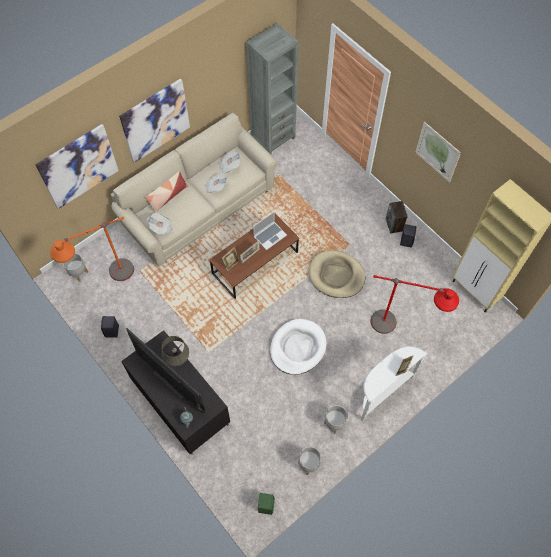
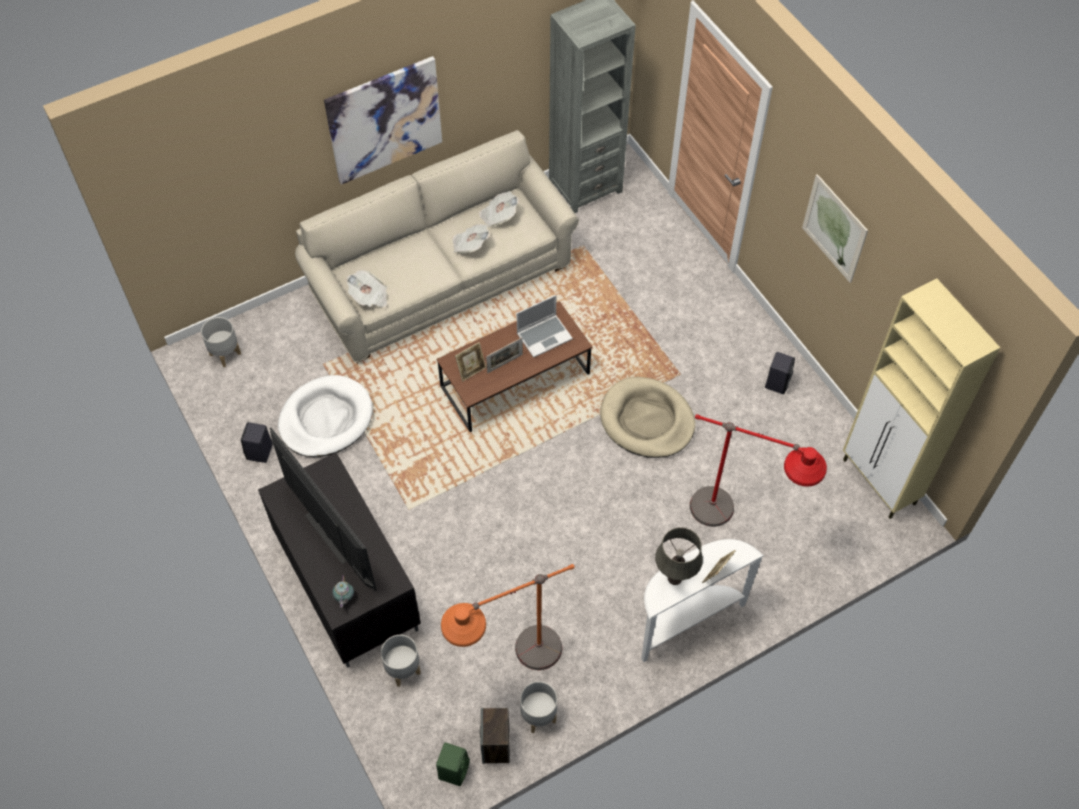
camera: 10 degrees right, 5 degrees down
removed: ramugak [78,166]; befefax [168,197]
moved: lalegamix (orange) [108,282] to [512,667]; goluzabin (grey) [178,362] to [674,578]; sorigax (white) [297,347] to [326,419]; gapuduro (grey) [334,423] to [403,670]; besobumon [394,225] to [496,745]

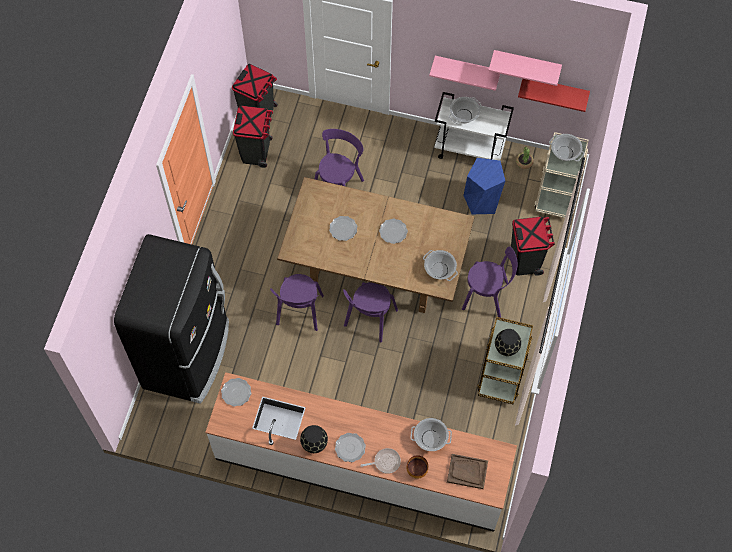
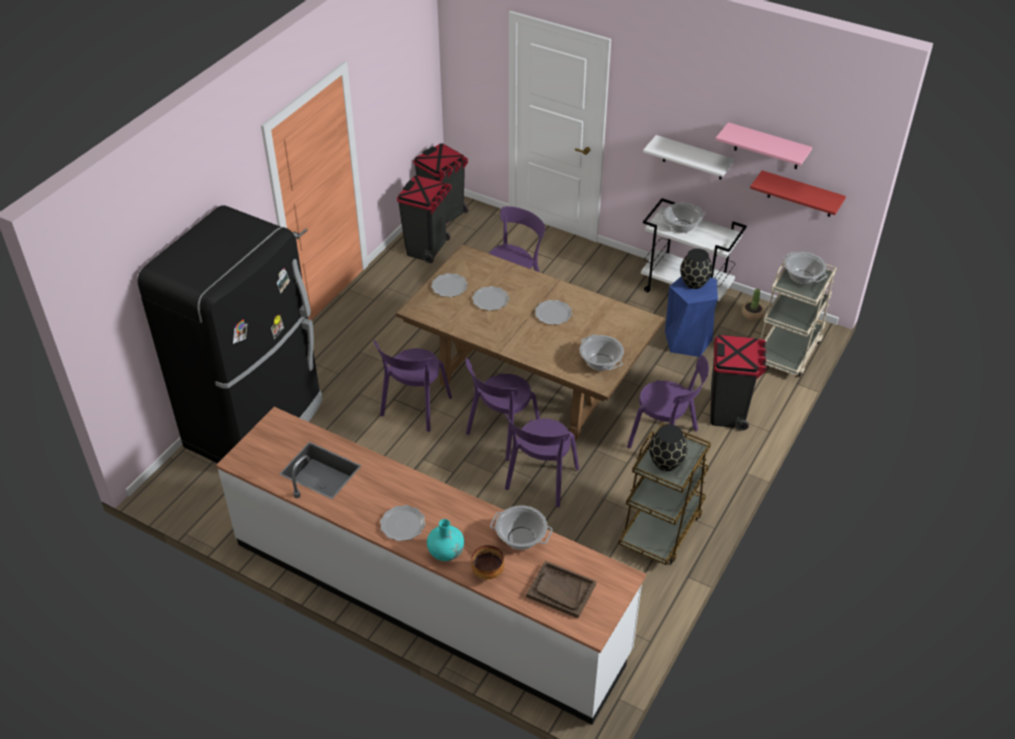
camera: 15 degrees right, 20 degrees down
added: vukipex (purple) [540,481]
moved: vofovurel [236,392] to [449,287]; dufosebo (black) [314,443] to [694,282]
replaced: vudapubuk [385,462] to dufosebo (turquoise) [446,552]
recoloured: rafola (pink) [467,69] to rafola (white) [693,158]

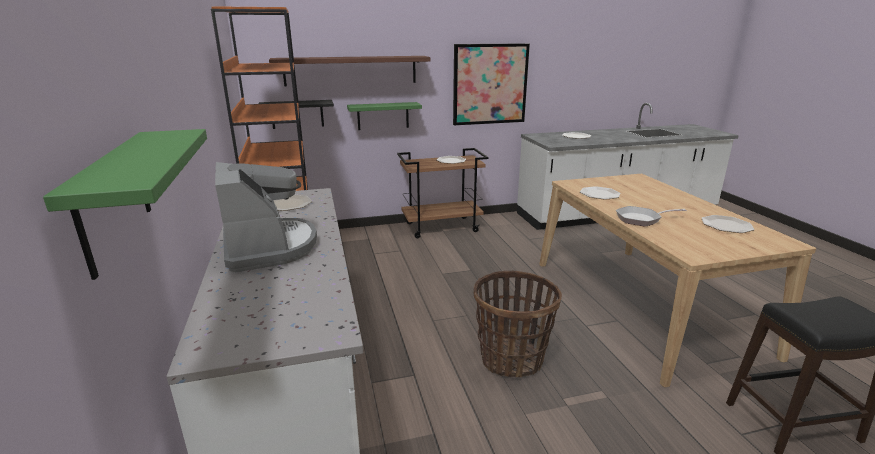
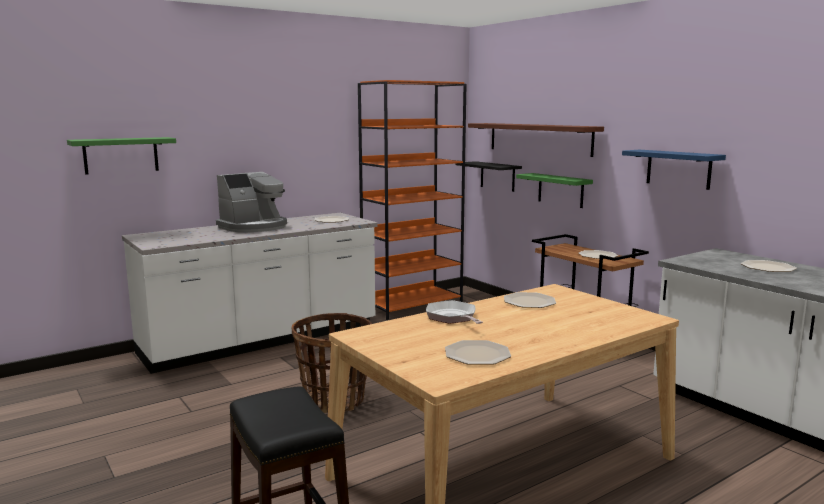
camera: 70 degrees right, 10 degrees down
replaced: ramugak [490,84] to rafola (blue) [678,169]

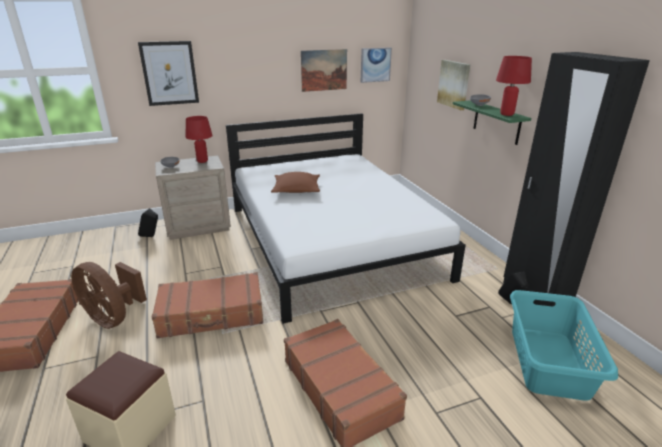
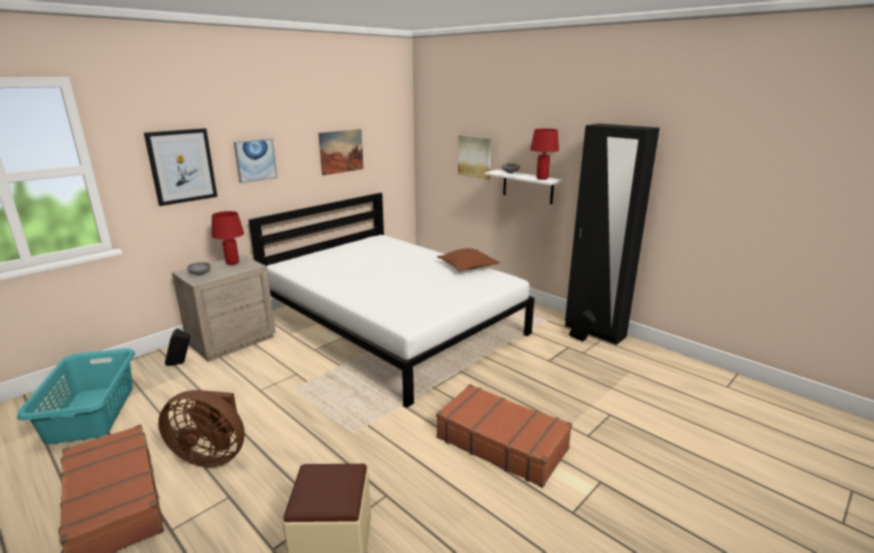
camera: 25 degrees left, 5 degrees down
removed: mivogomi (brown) [212,314]
moved: befefax (brown) [296,190] to [467,266]; ramugak [375,65] to [255,160]; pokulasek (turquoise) [547,361] to [90,413]
recoloured: rafola (green) [496,122] to rafola (white) [527,186]

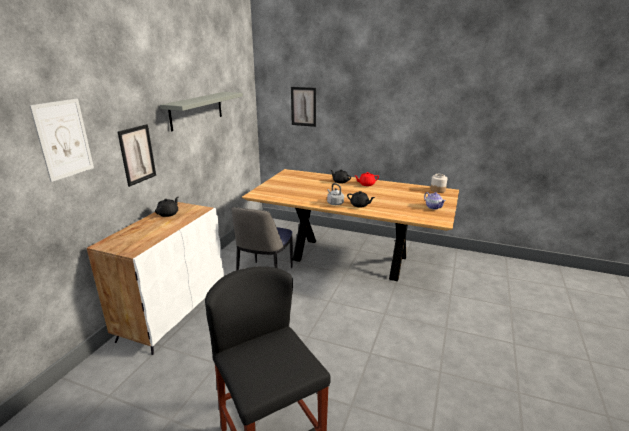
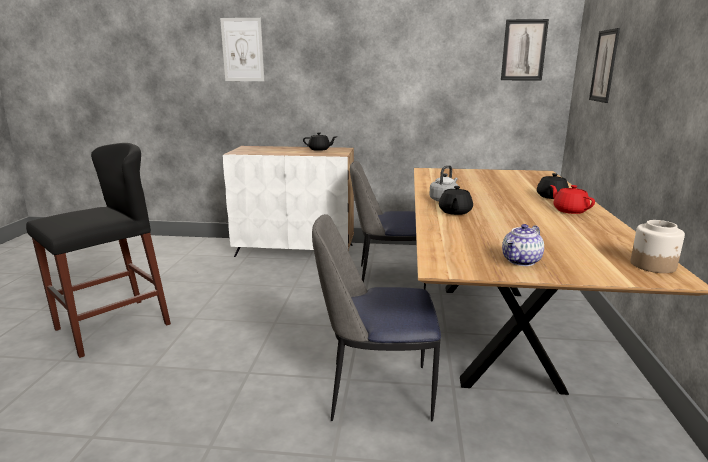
camera: 75 degrees right, 5 degrees down
removed: rafola (grey) [196,110]
added: vukipex [375,390]
moved: ramugak [137,155] to [524,50]

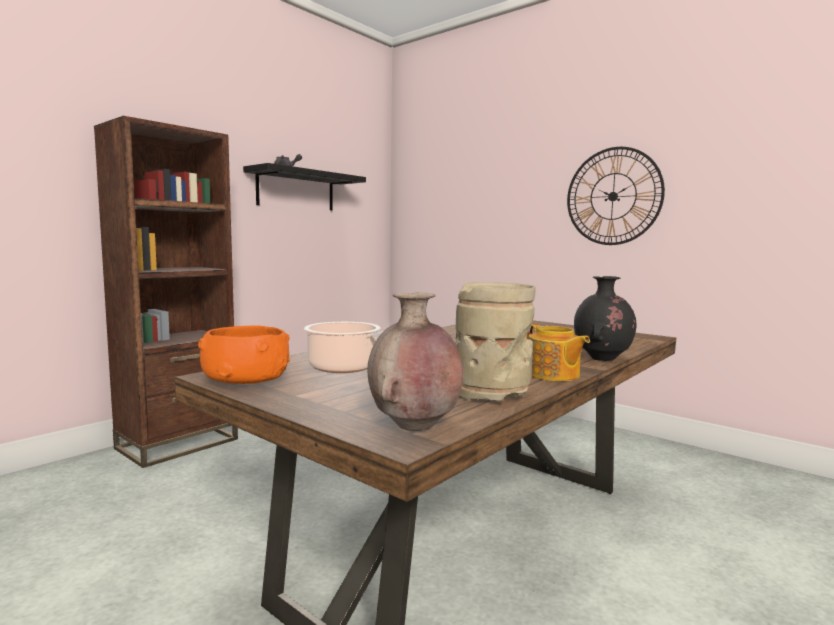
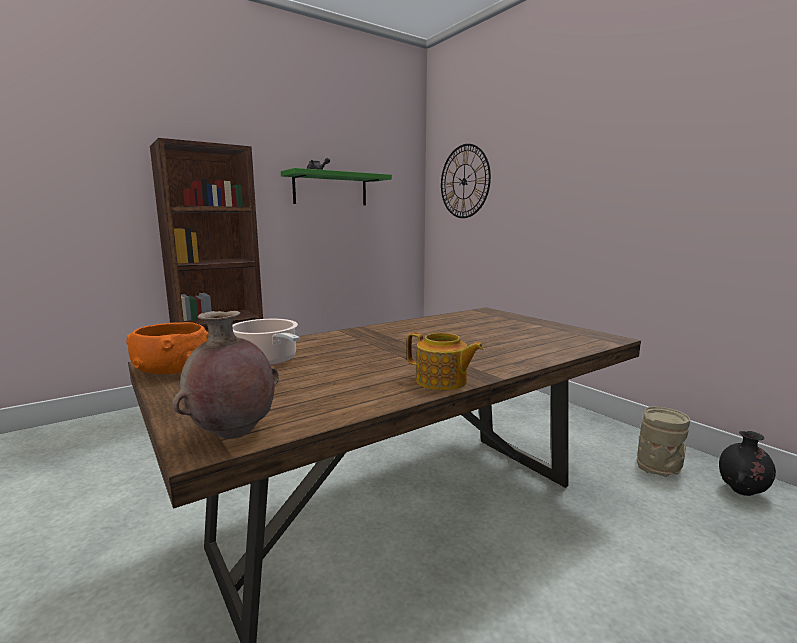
camera: 15 degrees right, 5 degrees up
moved: dufosebo (beige) [493,393] to [659,467]; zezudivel [613,196] to [464,181]; dufosebo (black) [602,359] to [742,492]
recoloured: rafola (black) [296,190] to rafola (green) [330,189]
turned: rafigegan [553,375] = [442,381] 45 degrees counterclockwise

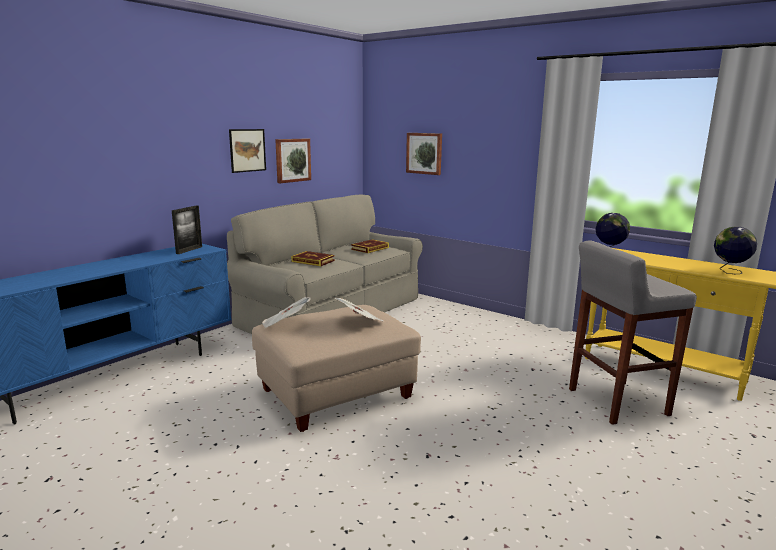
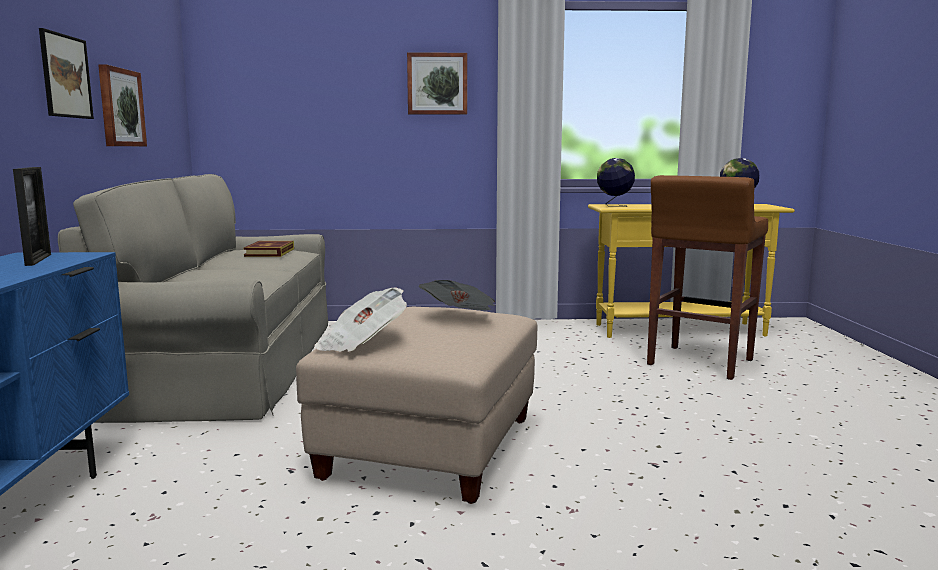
camera: 40 degrees left, 5 degrees down
removed: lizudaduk [313,261]
moved: ramugak [424,153] to [437,84]
recoloured: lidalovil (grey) [616,402] to lidalovil (brown) [699,363]

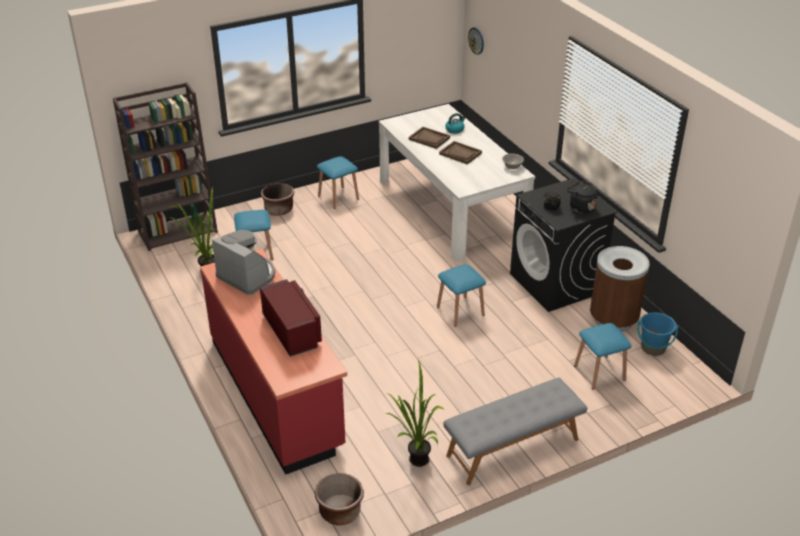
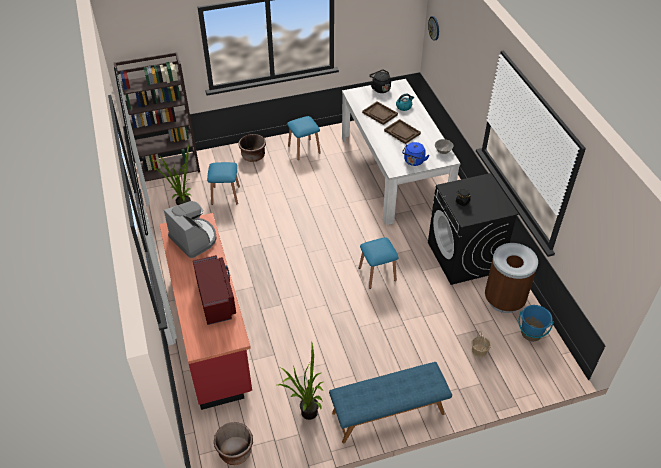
camera: 10 degrees right, 10 degrees up
added: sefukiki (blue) [413,162]
moved: sefukiki (black) [580,207] to [380,88]
replaced: lidalovil (blue) [599,372] to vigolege [479,351]
recoloured: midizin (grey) [513,448] to midizin (blue) [388,413]

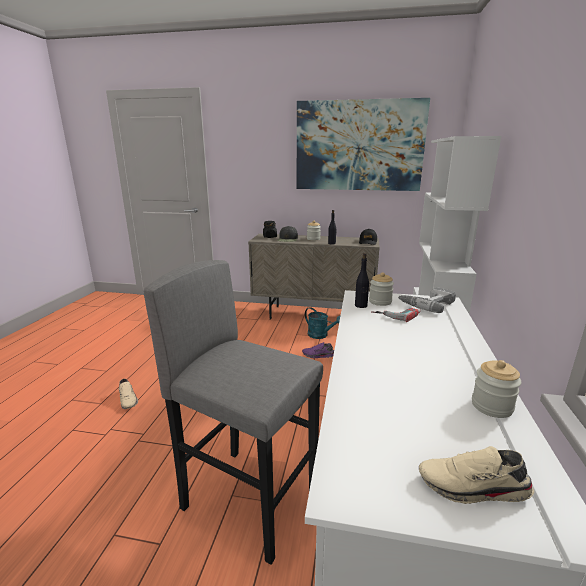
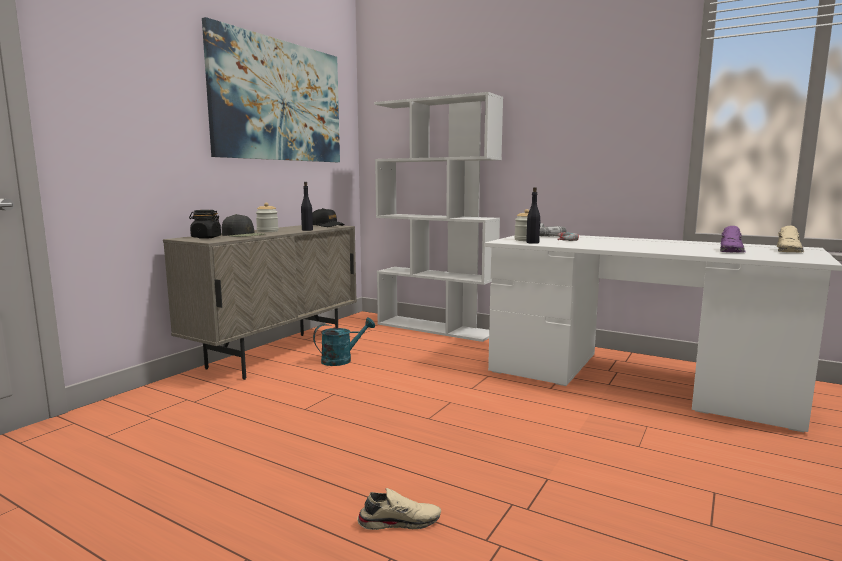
camera: 70 degrees left, 10 degrees down
removed: lidalovil (grey) [250,498]; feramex [491,406]
moved: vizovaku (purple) [318,355] to [731,251]

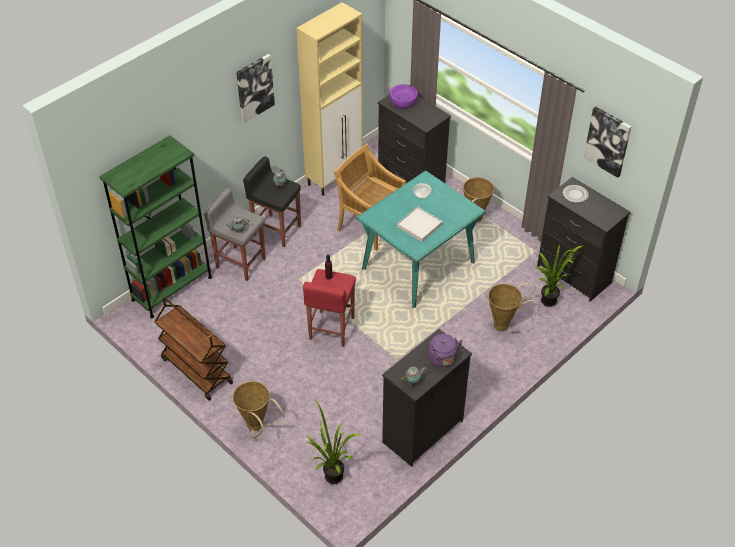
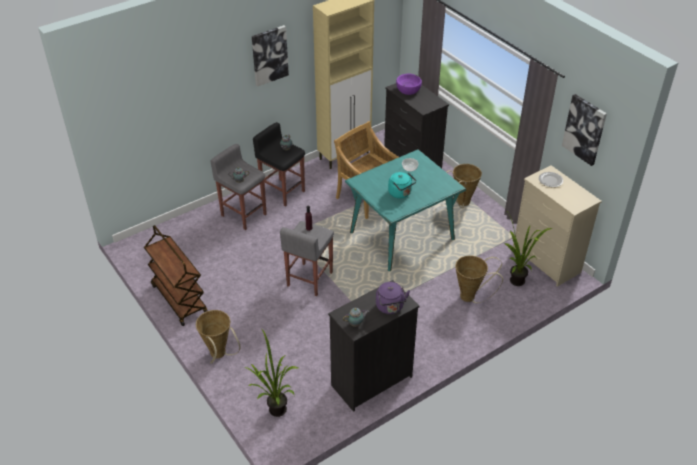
camera: 10 degrees right, 5 degrees down
removed: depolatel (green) [172,288]
replaced: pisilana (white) [419,225] to sefukiki (turquoise) [401,193]
recoloured: lidalovil (red) [331,329] to lidalovil (grey) [309,279]; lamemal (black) [574,275] to lamemal (beige) [546,261]

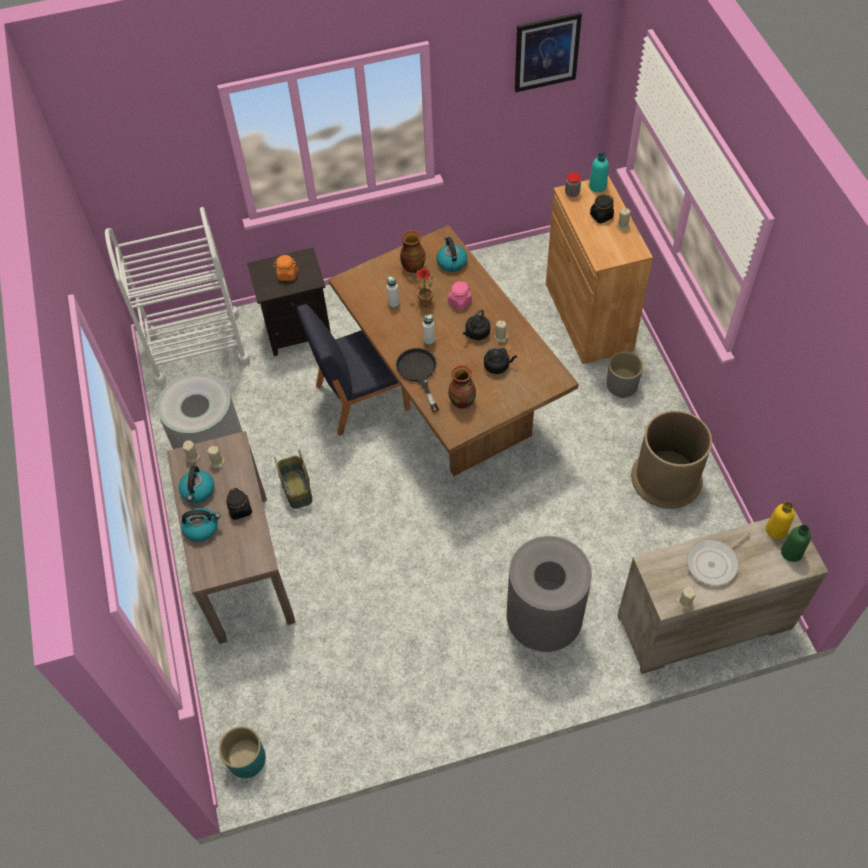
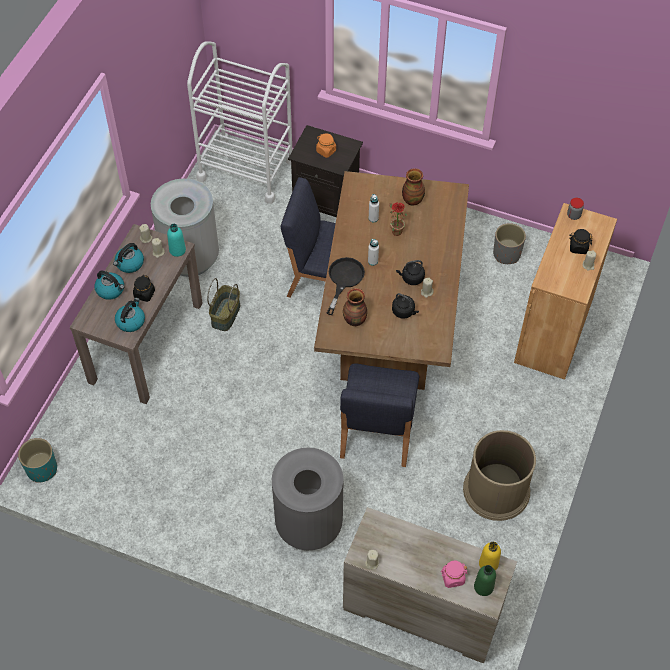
camera: 35 degrees right, 0 degrees up
removed: ramugak [546,52]; vudapubuk [714,563]
added: vukipex (blue) [377,431]
moved: sefukiki [451,262] to [131,321]; feramex (pink) [459,302] to [452,578]; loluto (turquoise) [597,186] to [177,250]; gapuduro (grey) [622,385] to [507,254]

